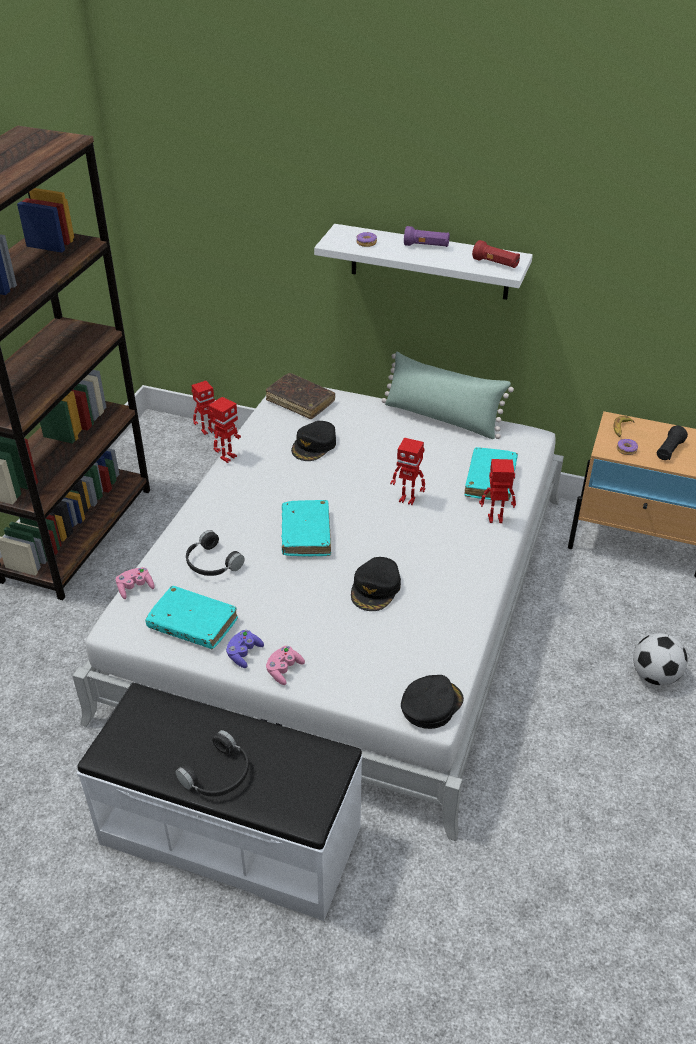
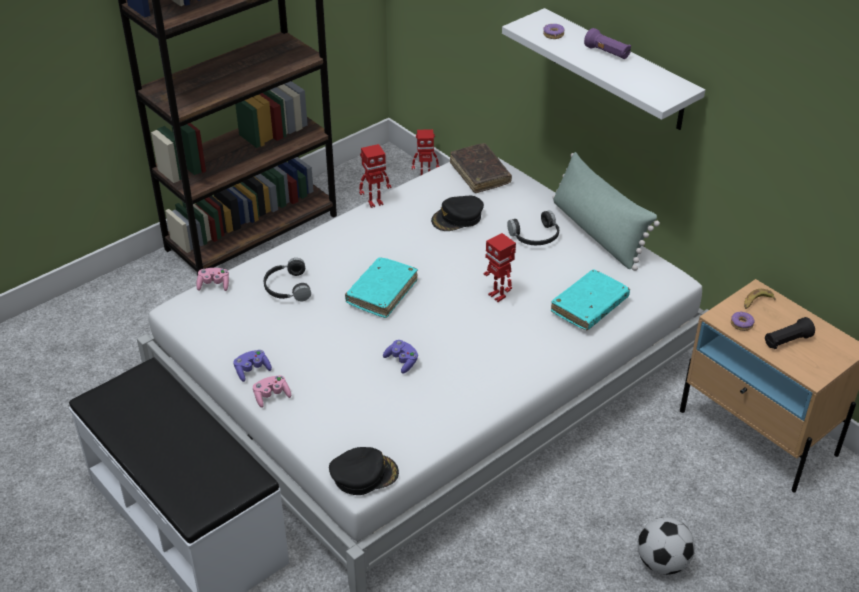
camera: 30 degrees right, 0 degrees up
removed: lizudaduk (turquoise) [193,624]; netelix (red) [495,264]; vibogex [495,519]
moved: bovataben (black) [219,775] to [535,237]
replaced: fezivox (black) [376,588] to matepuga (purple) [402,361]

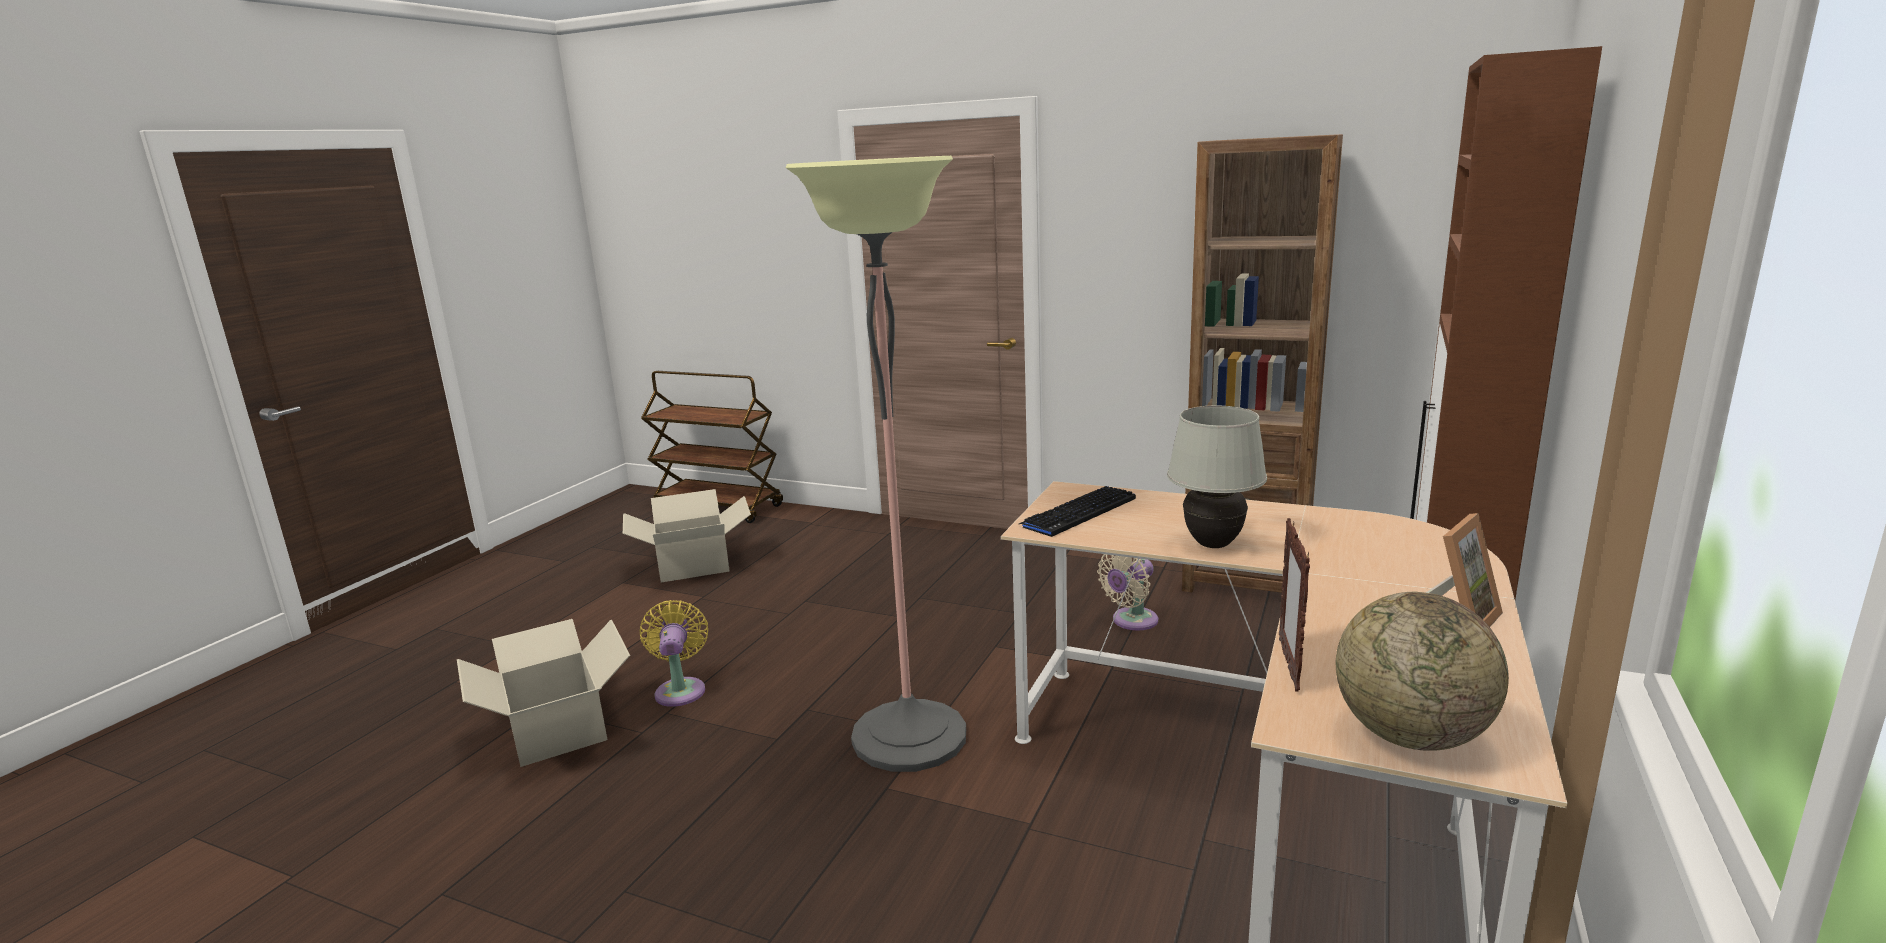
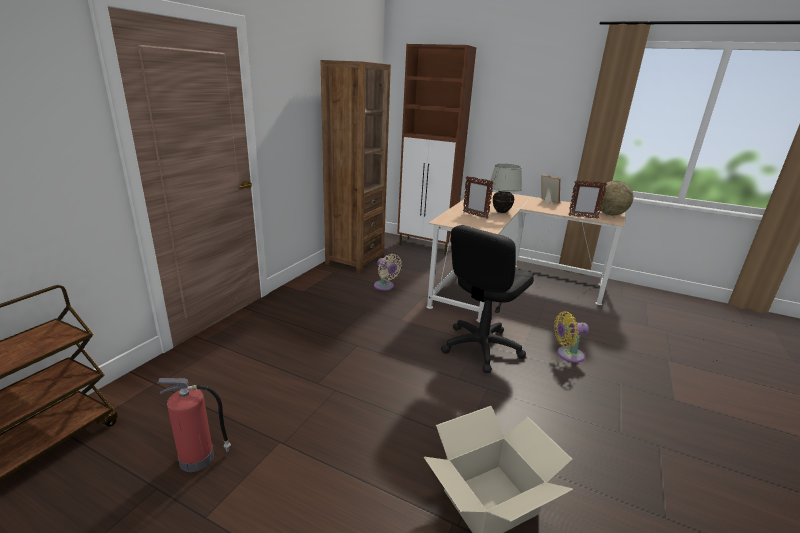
camera: 90 degrees left, 5 degrees up
removed: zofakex [1078,513]
added: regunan [475,215]
moved: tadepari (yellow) [680,689] to [567,355]
replaced: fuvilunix [693,565] to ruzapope [199,458]; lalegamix [909,736] to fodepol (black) [481,347]

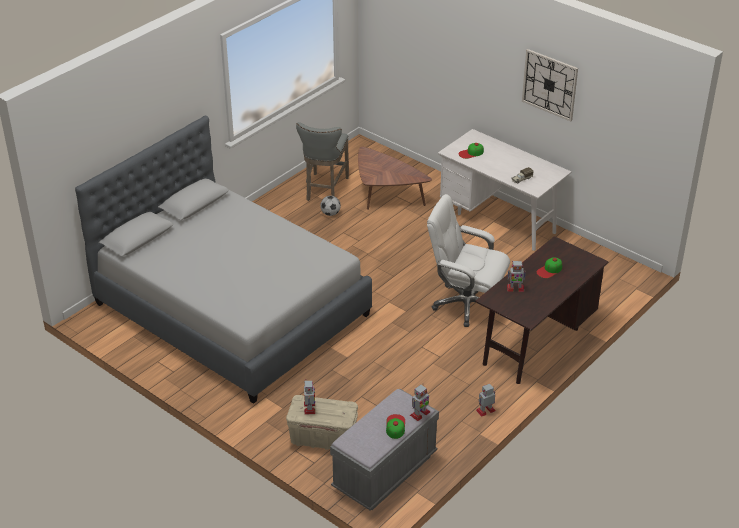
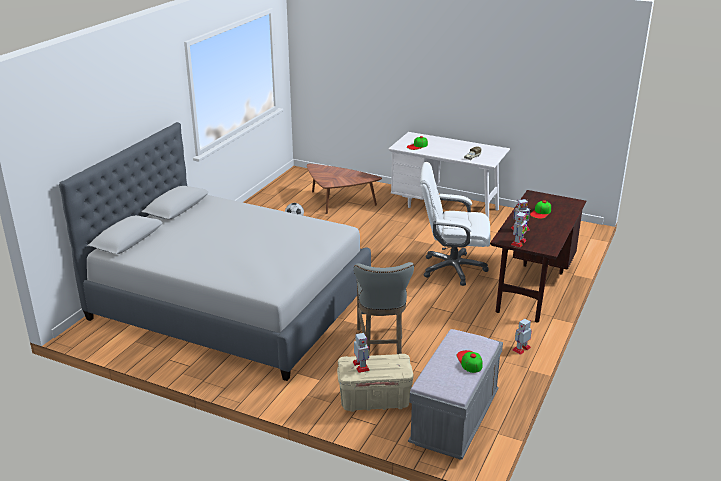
camera: 15 degrees left, 10 degrees down
removed: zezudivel [550,84]
moved: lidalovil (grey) [325,190] to [380,347]; vibogex [420,414] to [518,243]

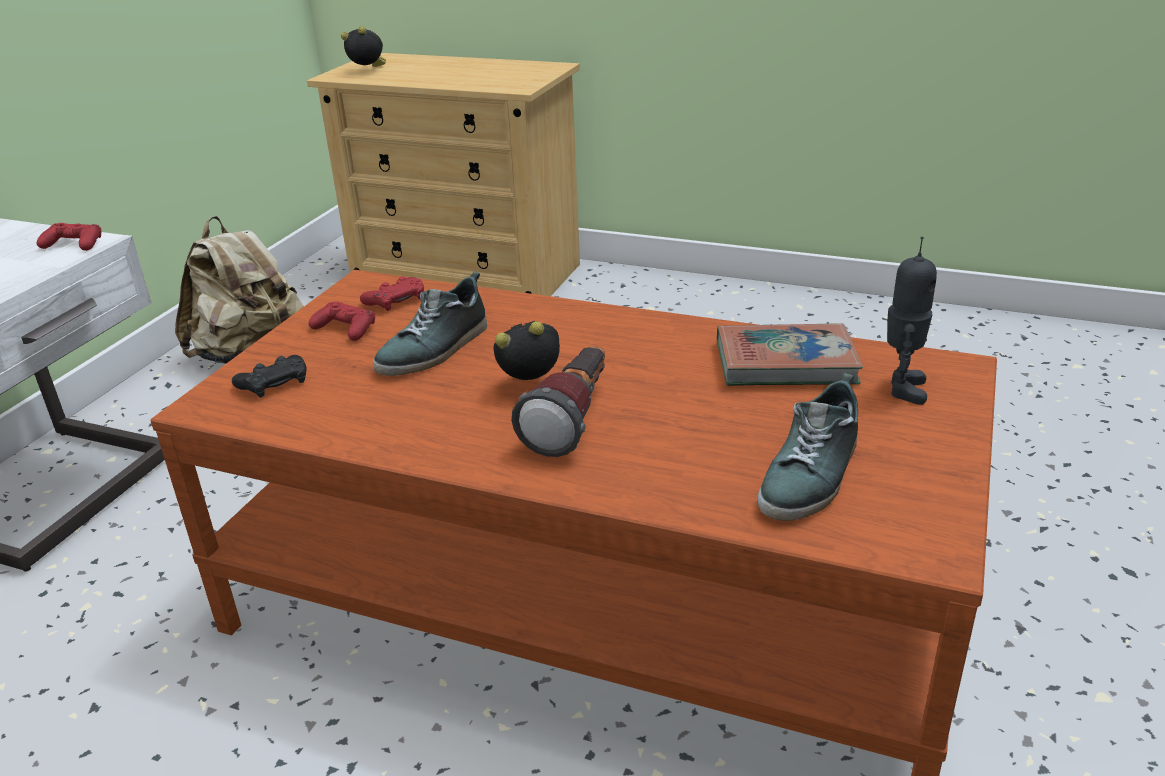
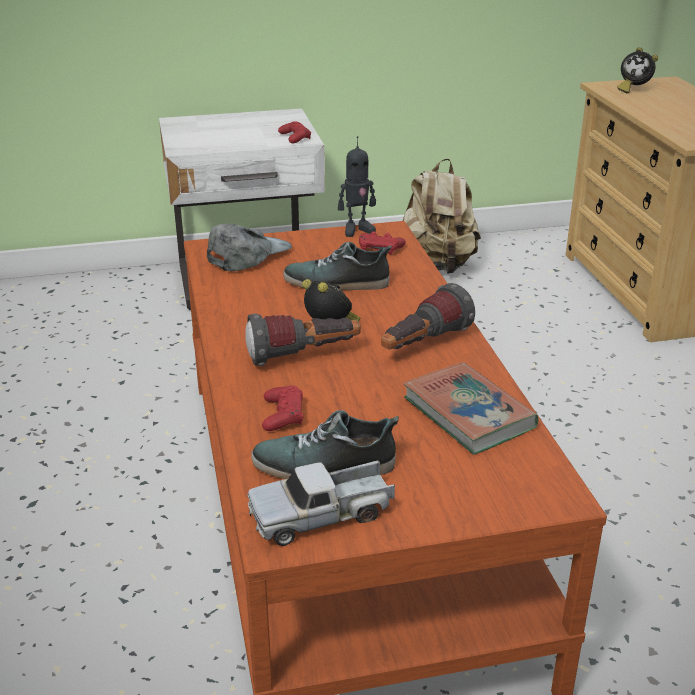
camera: 55 degrees right, 0 degrees up
added: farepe [322,514]; netelix [422,345]
moved: matepuga (red) [345,328] to [283,415]; vibogex [901,389] to [357,230]
replaced: matepuga (black) [274,383] to fezivox (grey) [248,255]
turned: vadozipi [368,71] = [633,90] 150 degrees clockwise

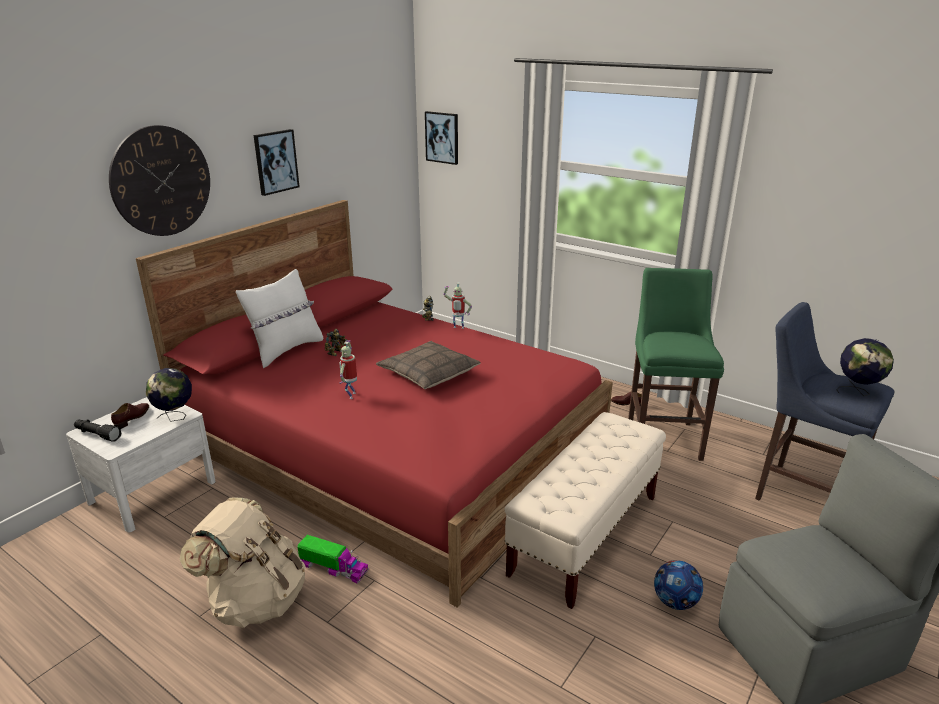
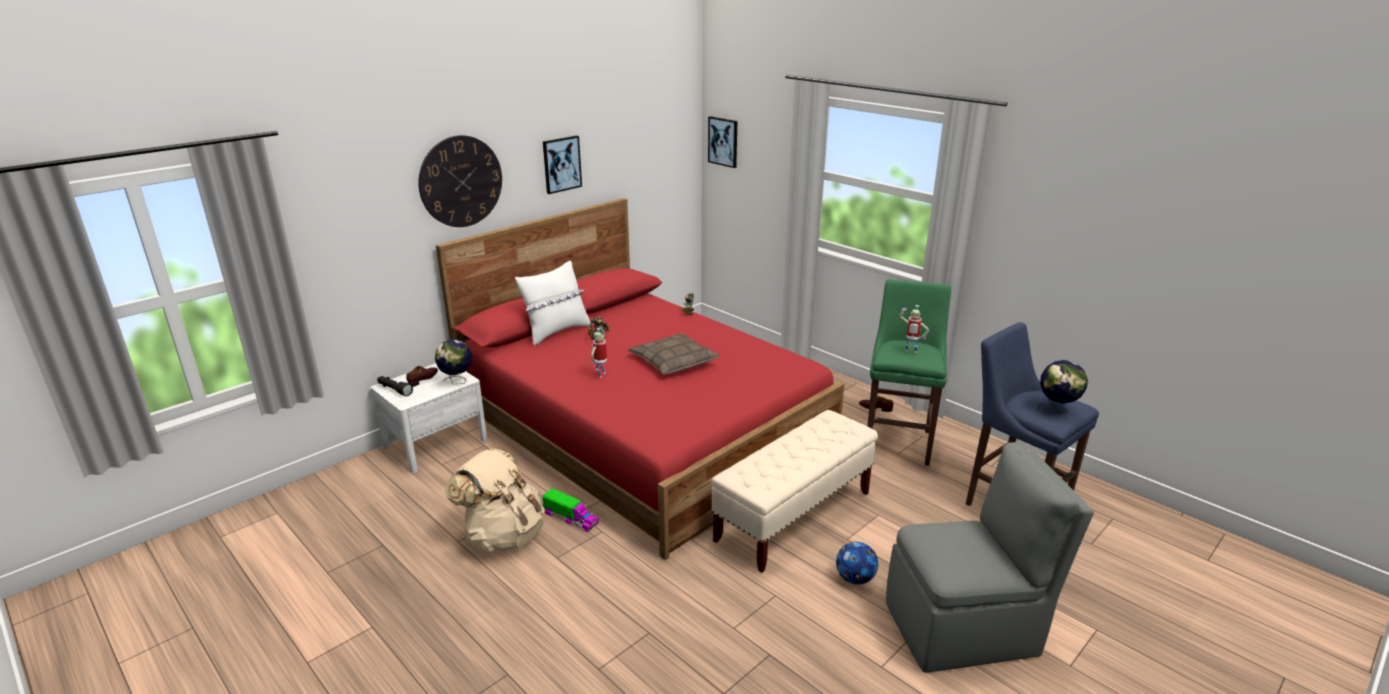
camera: 10 degrees right, 0 degrees up
moved: vibogex [458,328] to [910,352]

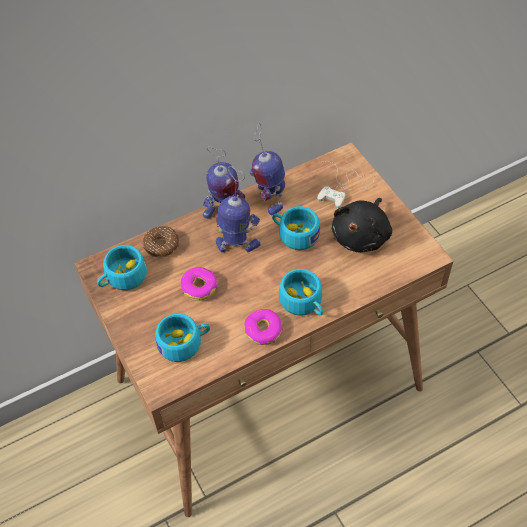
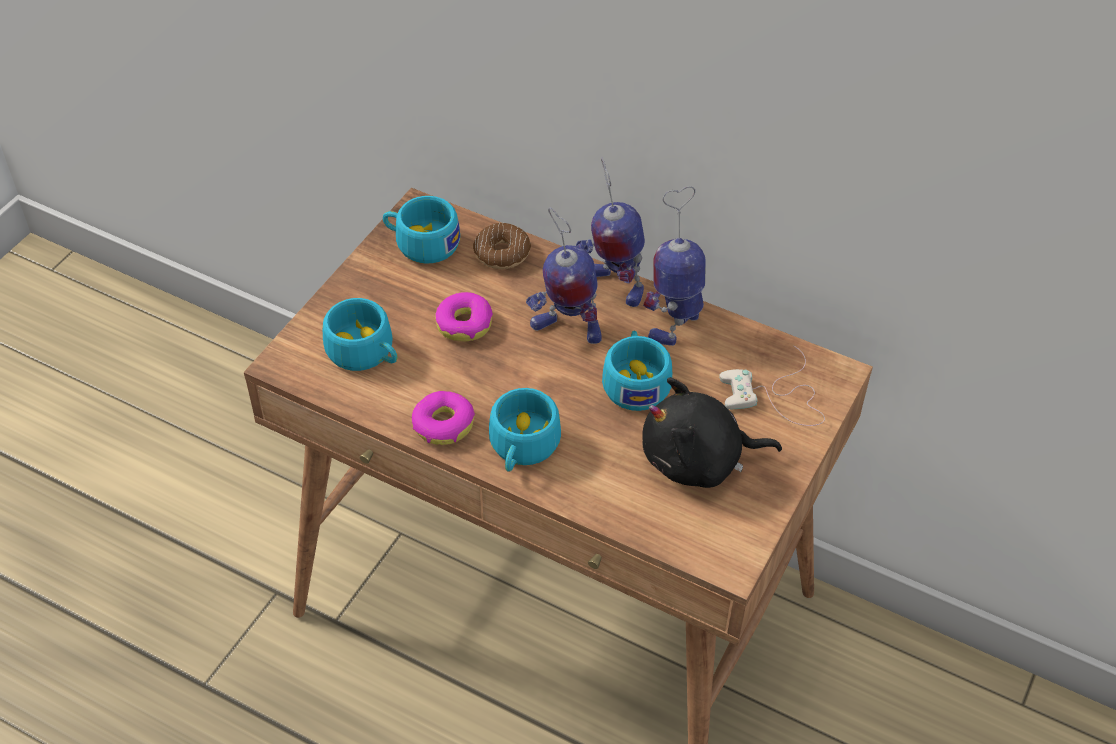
camera: 55 degrees right, 5 degrees down
turned: vibogex [238,245] = [566,329] 135 degrees clockwise

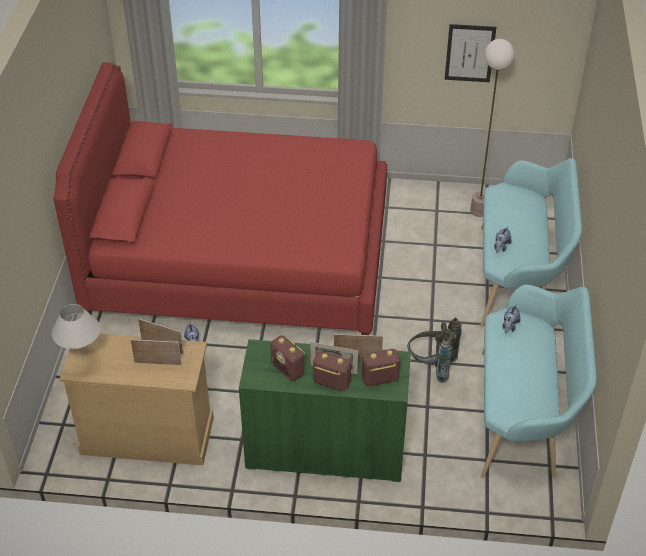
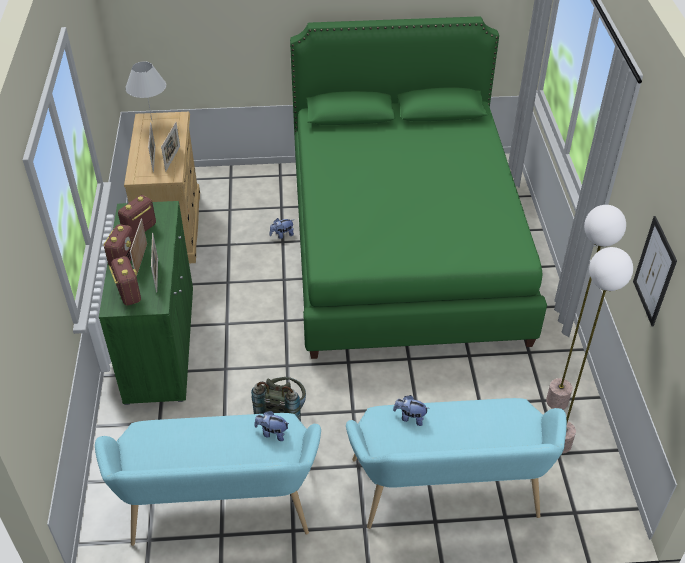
camera: 80 degrees right, 0 degrees up
added: lalegamix [557,401]
recoloured: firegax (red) [240,258] to firegax (green) [403,247]

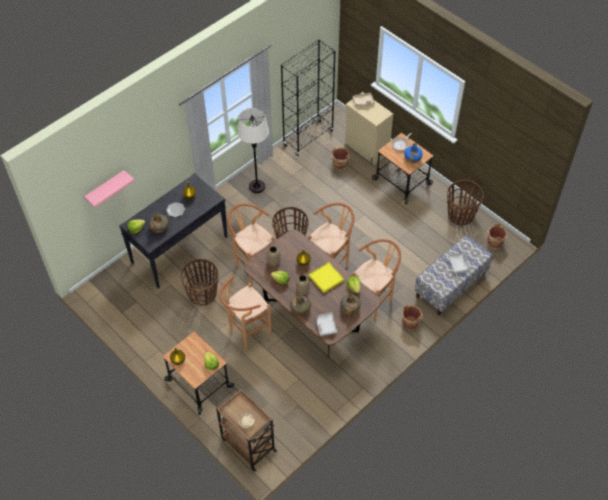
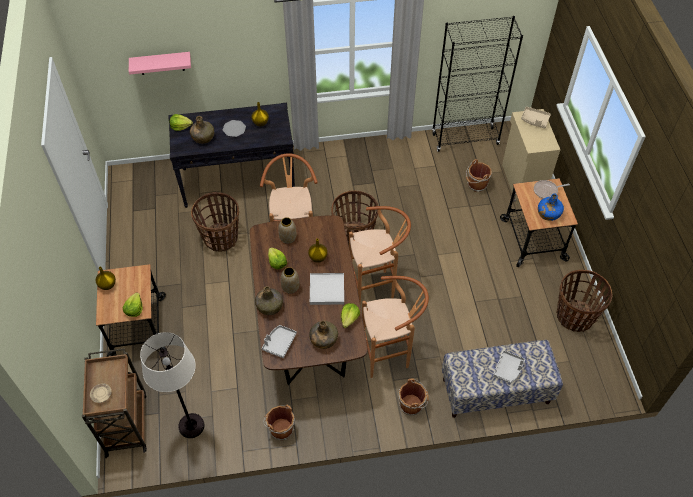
camera: 35 degrees right, 0 degrees up
removed: lidalovil (brown) [247,335]
moved: lalegamix (white) [257,186] to [191,426]; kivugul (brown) [494,243] to [280,428]
recoloured: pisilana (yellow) [326,278] to pisilana (white) [326,290]

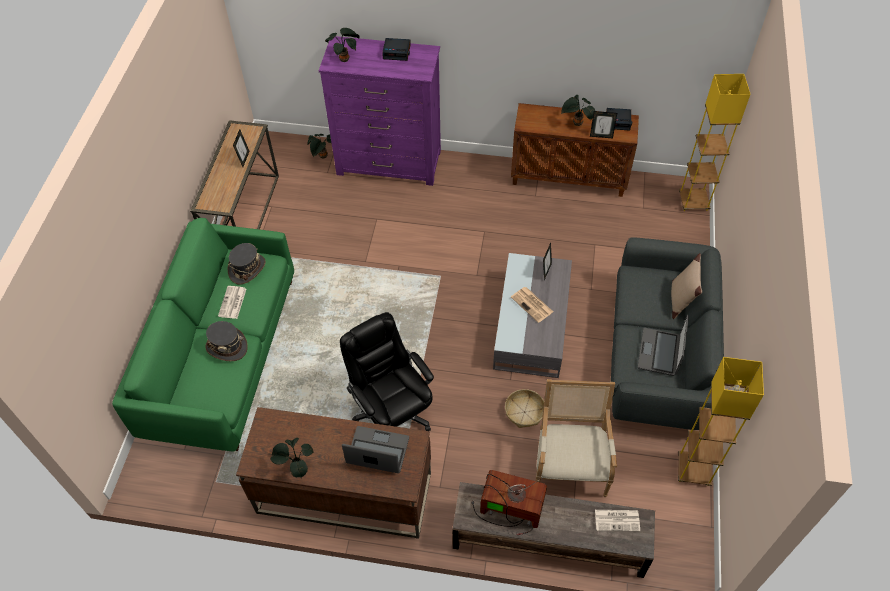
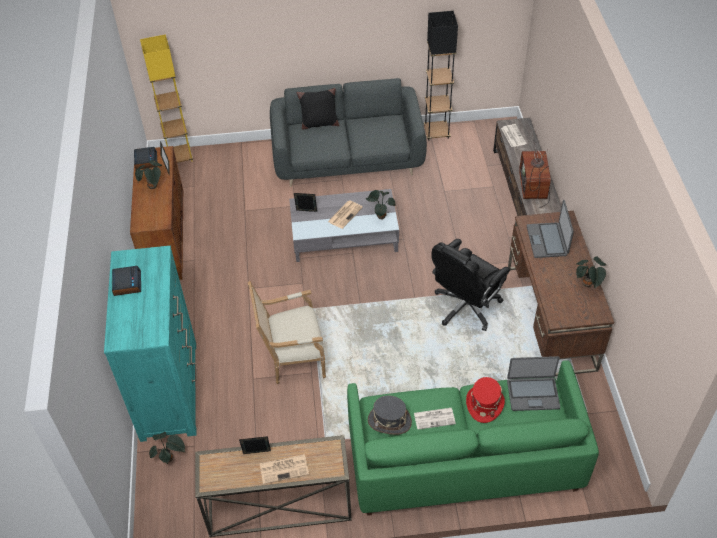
camera: 105 degrees left, 5 degrees down
removed: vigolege [524,412]
added: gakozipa [284,468]
moved: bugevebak [345,59] to [380,216]; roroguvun [569,465] to [292,358]; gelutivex [659,352] to [532,393]
recoloured: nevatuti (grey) [227,346] to nevatuti (red) [484,404]; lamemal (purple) [389,163] to lamemal (turquoise) [169,390]; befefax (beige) [680,300] to befefax (black) [319,124]; lalegamix (yellow) [693,470] to lalegamix (black) [436,132]

